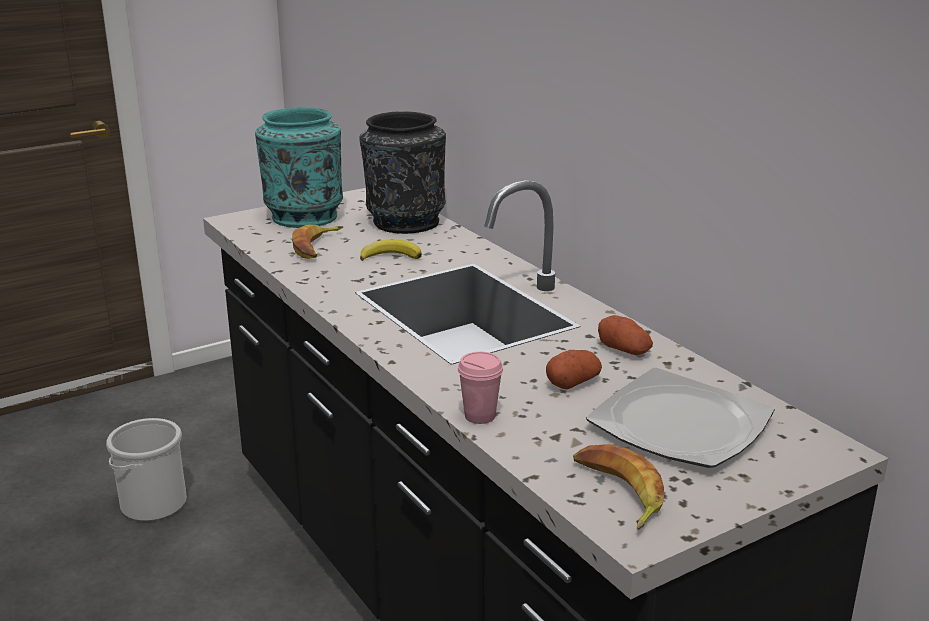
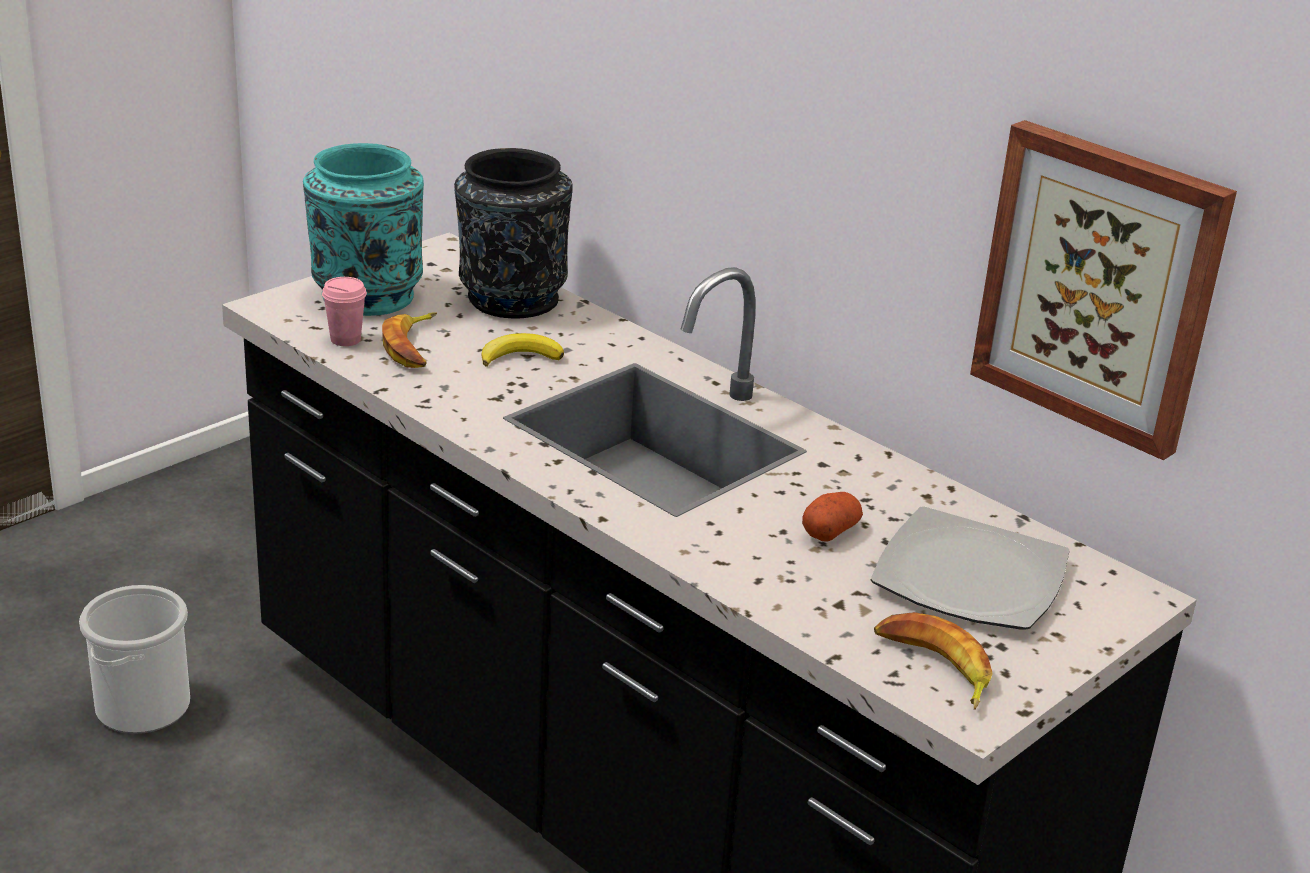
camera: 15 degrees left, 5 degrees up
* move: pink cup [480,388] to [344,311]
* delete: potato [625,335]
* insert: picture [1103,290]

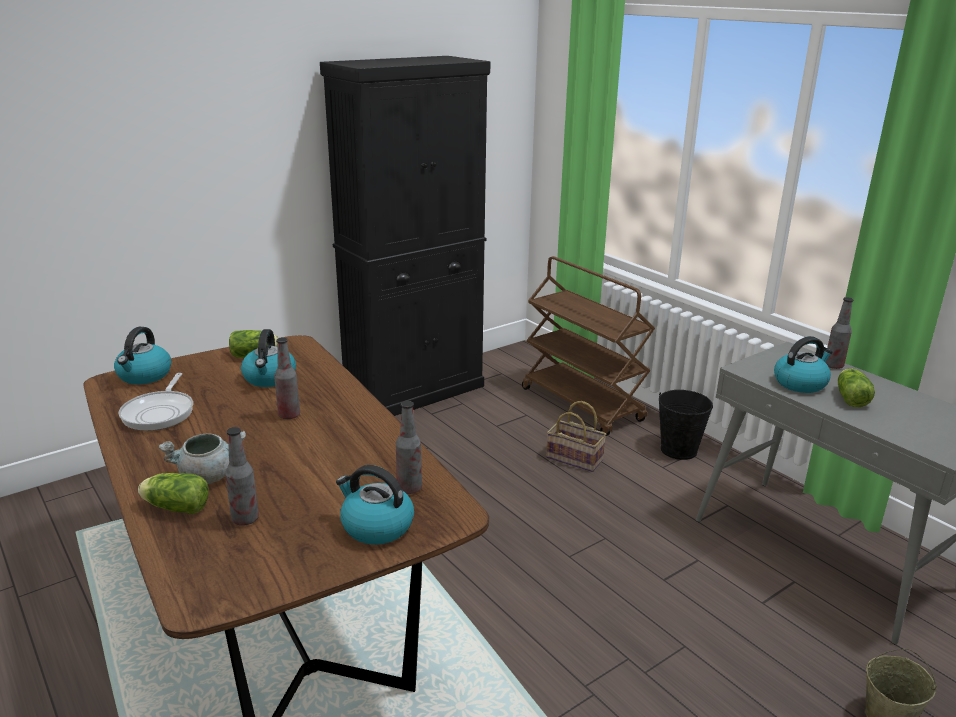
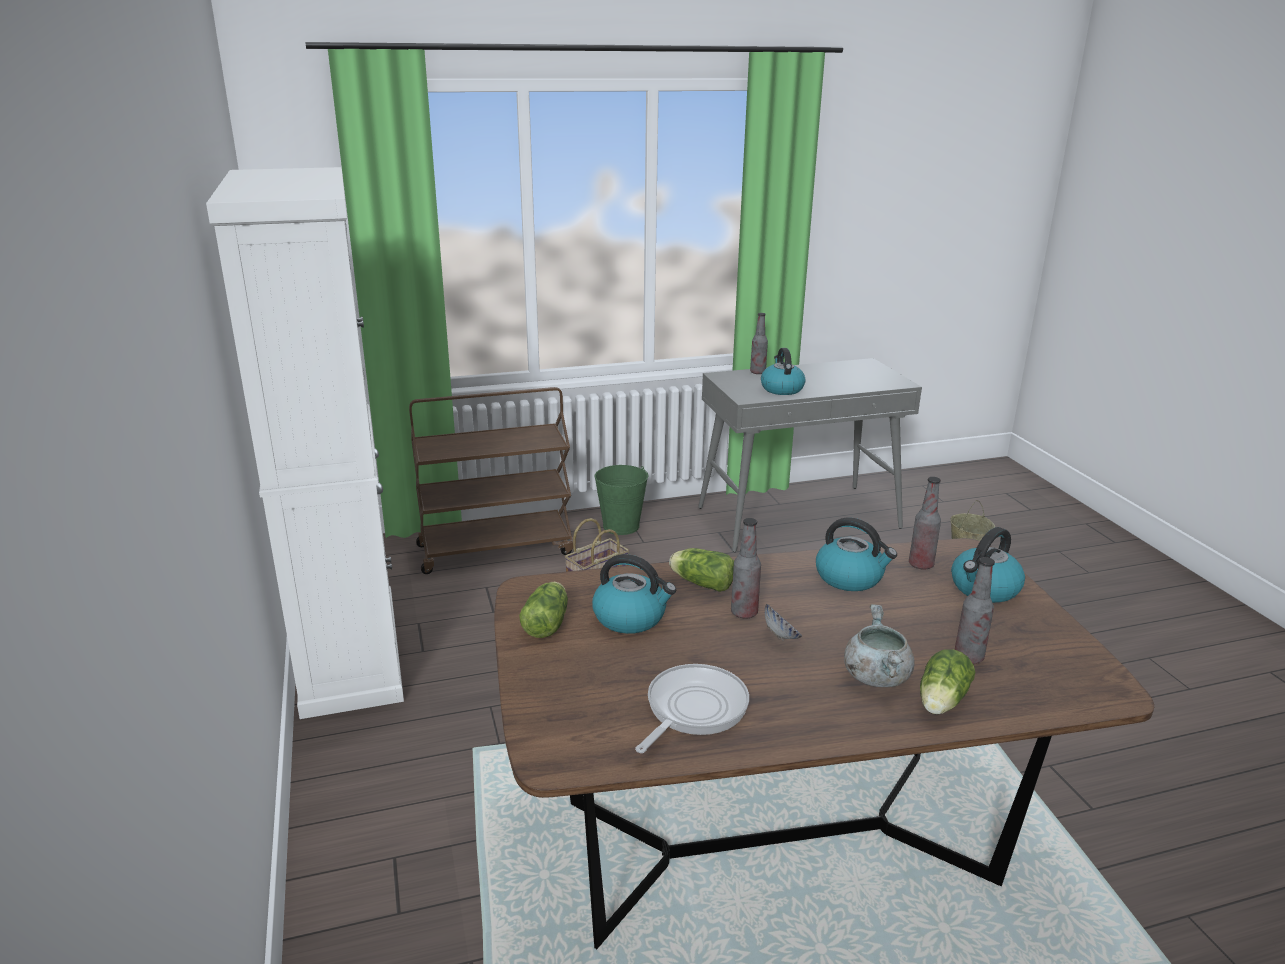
camera: 70 degrees left, 0 degrees up
* move: kettle [142,355] to [856,554]
* rotate: frying pan [156,402] = [692,708] 75 degrees counterclockwise
* recolor: black cabinet [405,236] to white cabinet [305,443]
* recolor: black bucket [686,425] to green bucket [621,500]
* move: lettuce [856,388] to [701,570]
* insert: bowl [783,621]

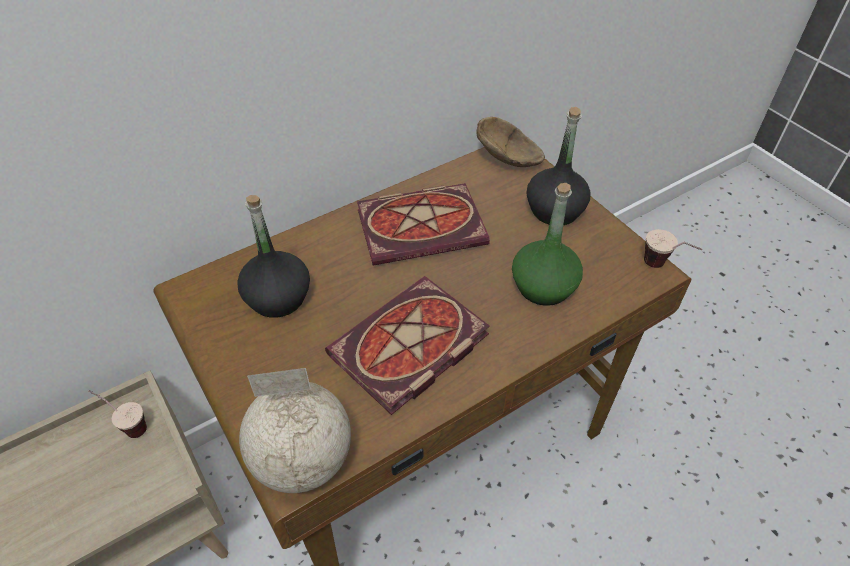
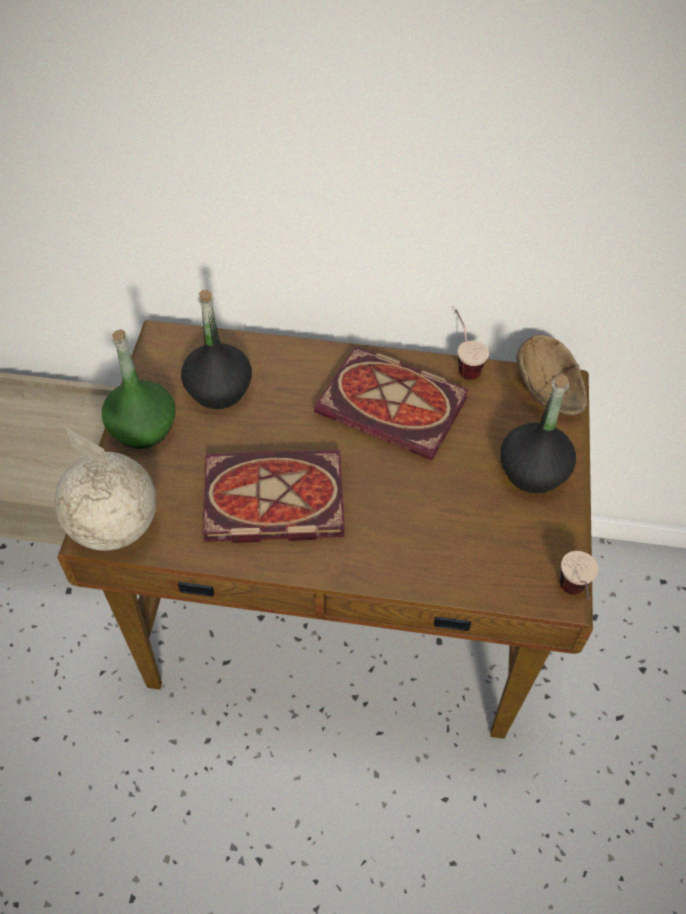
camera: 40 degrees right, 5 degrees up
* move: cup [117,414] to [472,344]
* move: green bottle [547,244] to [138,389]

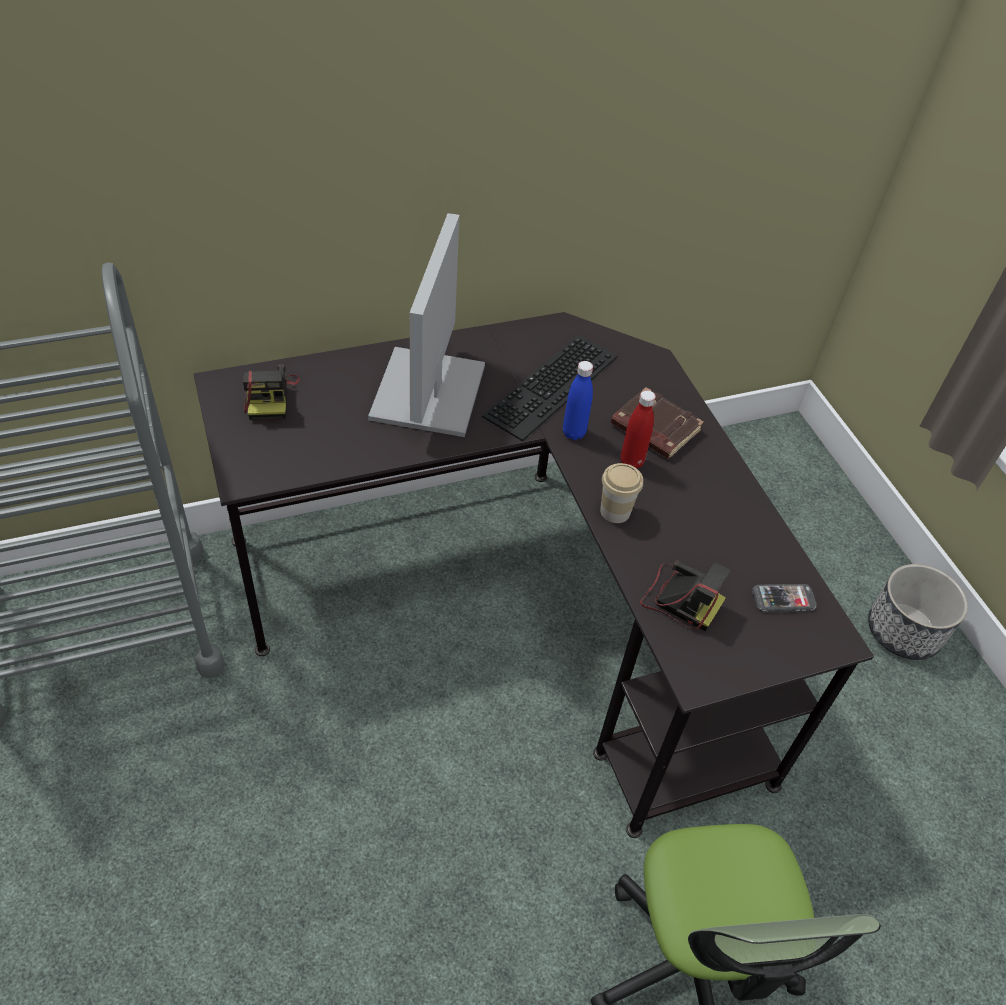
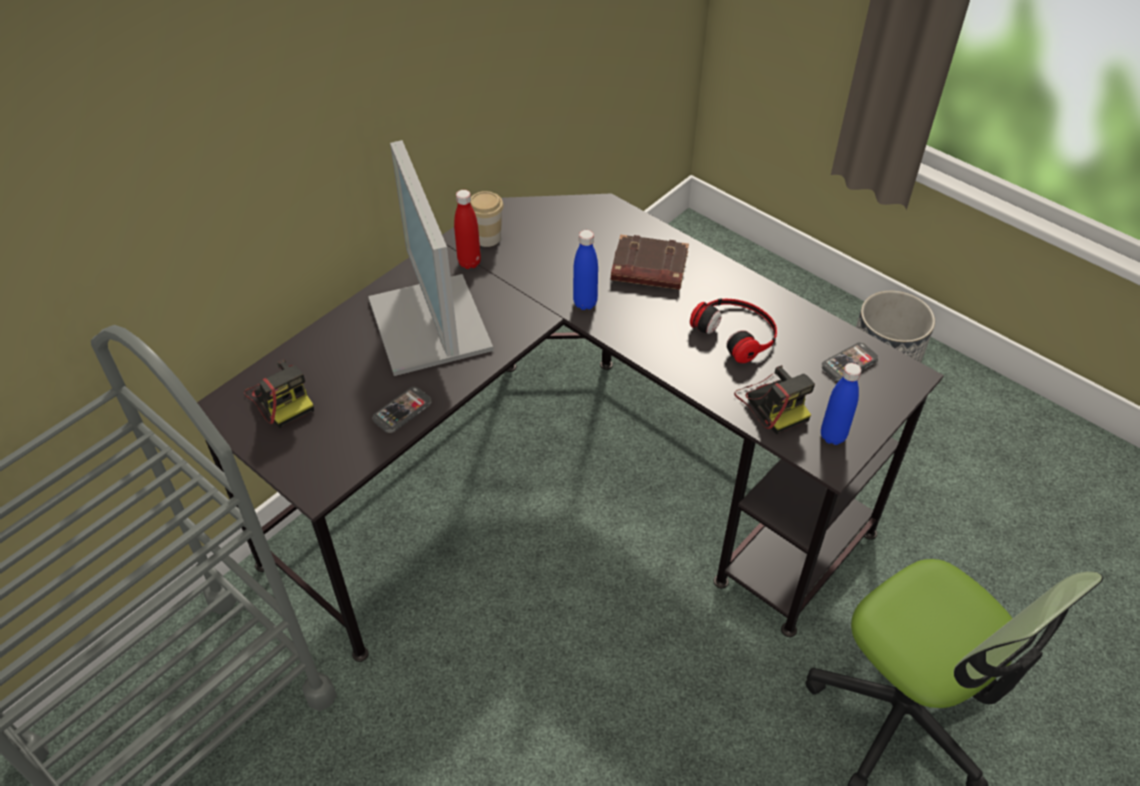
camera: 25 degrees left, 0 degrees up
* delete: keyboard [550,388]
* move: cup [621,493] to [487,219]
* move: red bottle [638,429] to [467,229]
* rotate: photo camera [685,595] = [774,400] 60 degrees clockwise
* insert: phone [402,410]
* insert: headphones [733,330]
* insert: blue bottle [841,404]

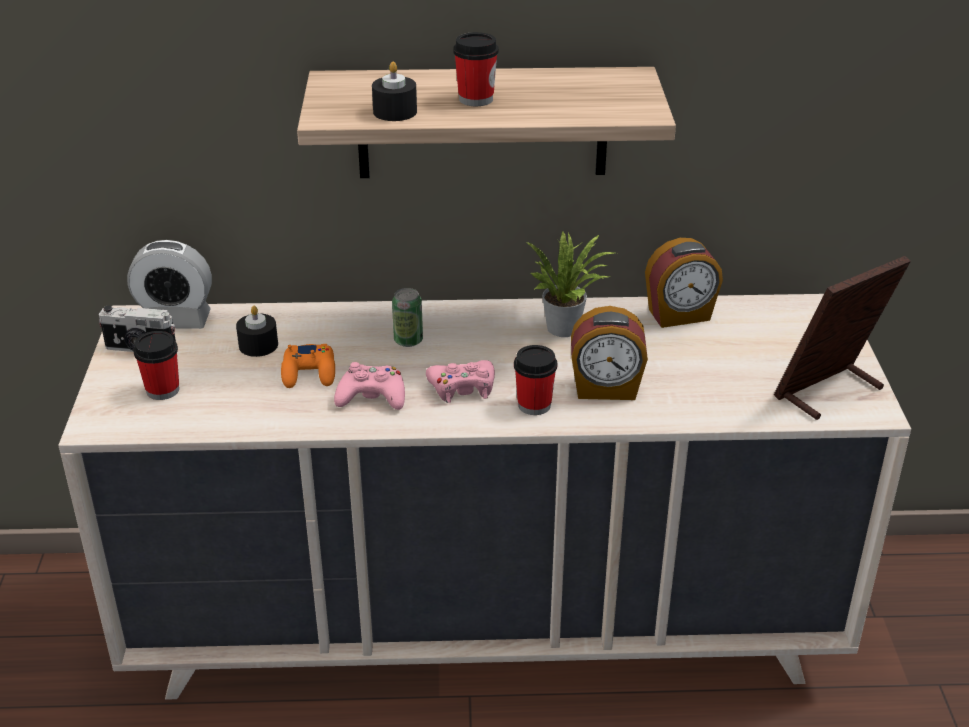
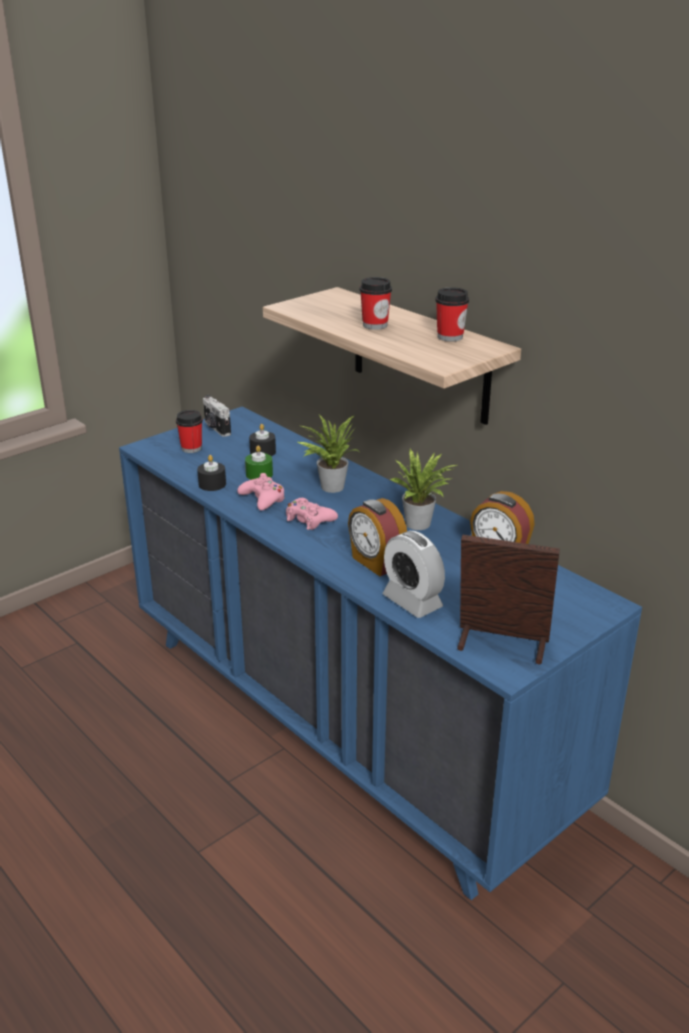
camera: 50 degrees right, 5 degrees down
* recolor: beige dresser [484,497] to blue dresser [380,653]
* move: alarm clock [169,284] to [414,574]
* replace: orange game controller [308,366] to green candle [259,462]
* move: black candle [394,91] to [211,473]
* replace: can [407,317] to potted plant [329,454]
* move: cup [535,380] to [452,314]

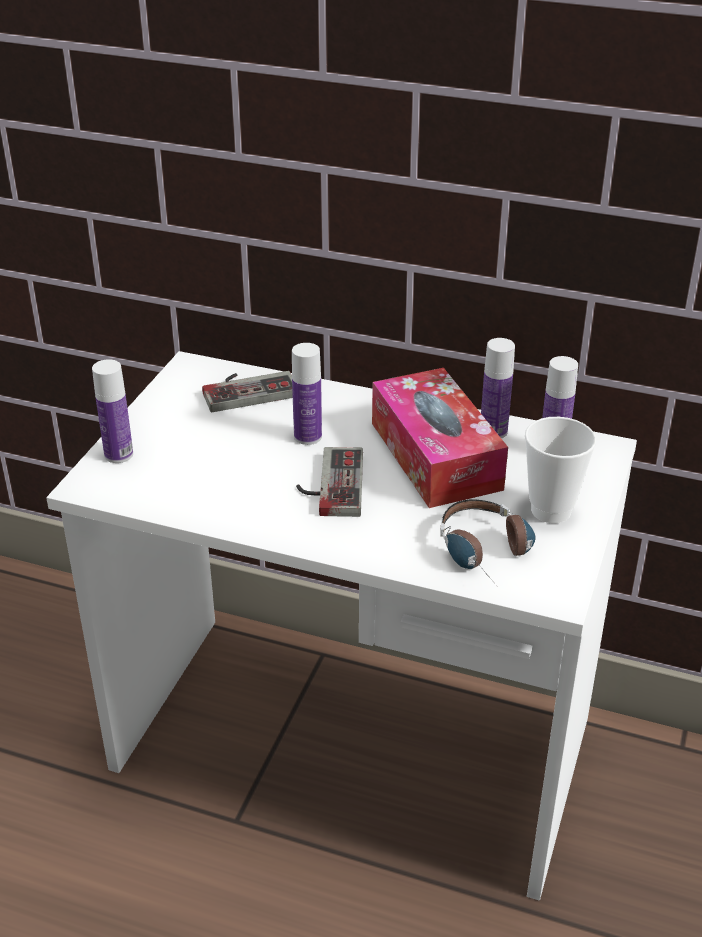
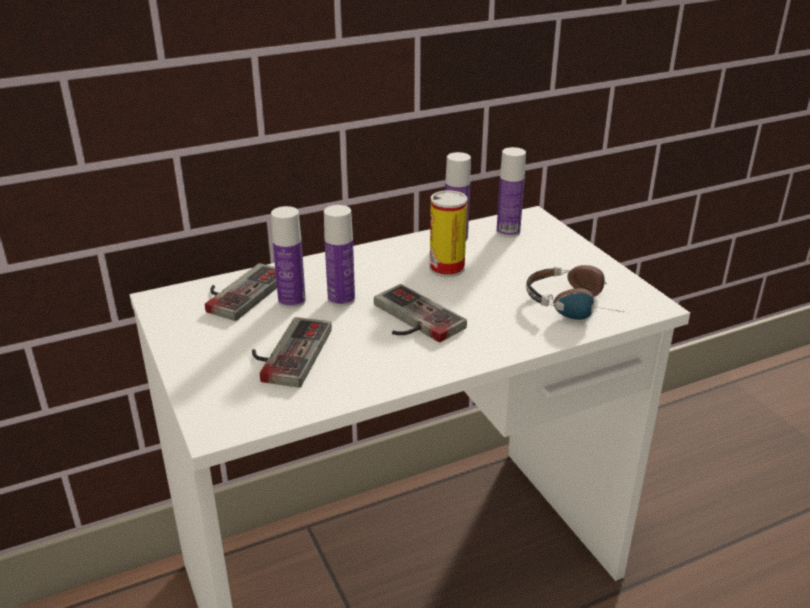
camera: 45 degrees left, 5 degrees down
* move: bottle [112,411] to [288,257]
* replace: tissue box [440,438] to can [448,233]
* delete: cup [560,470]
* insert: game controller [292,352]

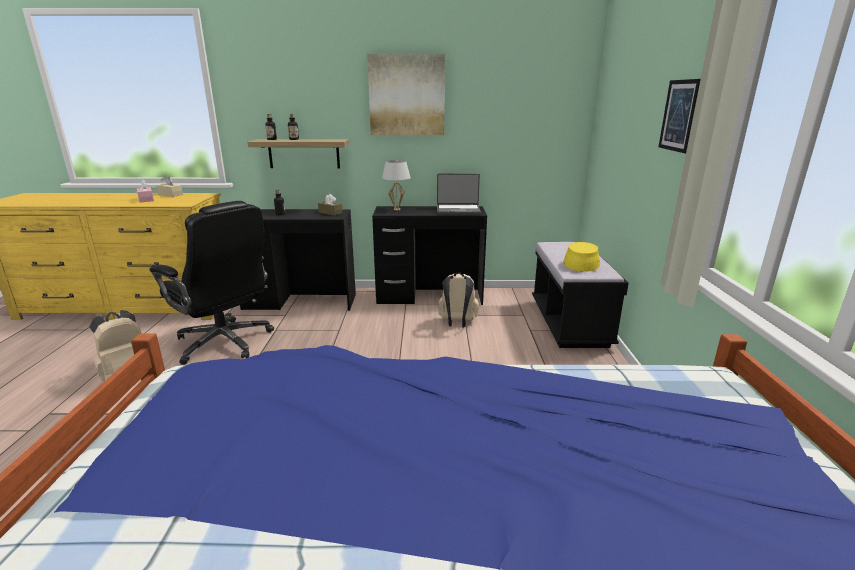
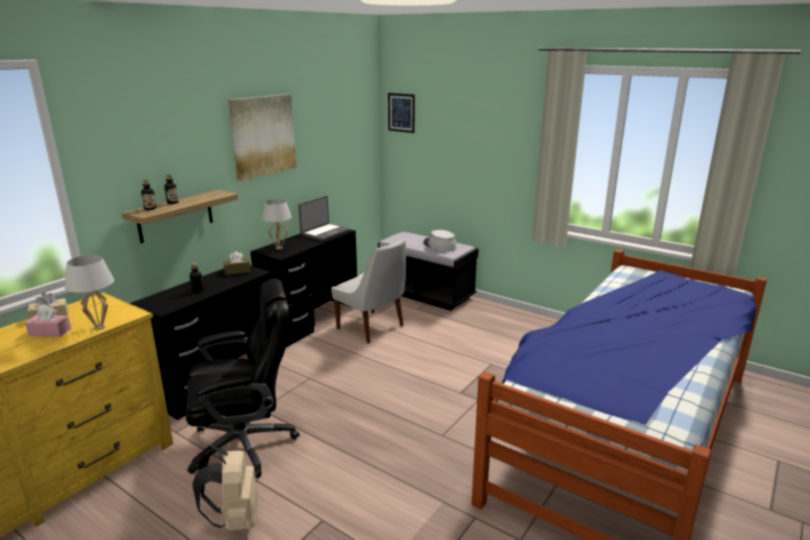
camera: 55 degrees left, 0 degrees up
* replace: beige backpack [458,300] to white chair [368,291]
* recolor: yellow hat [581,257] to grey hat [440,241]
* move: picture [679,116] to [401,113]
* insert: white table lamp [89,292]

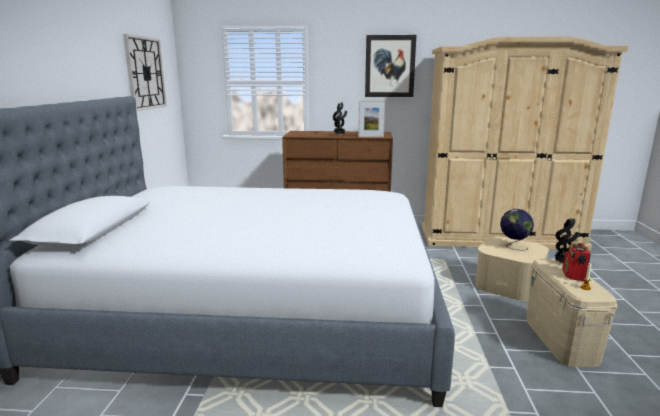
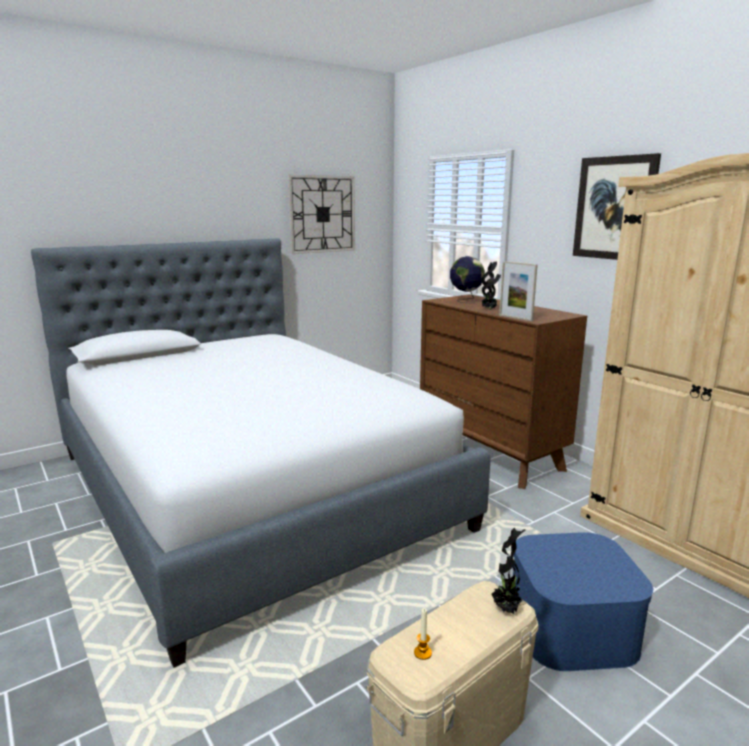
camera: 50 degrees right, 0 degrees up
* recolor: beige storage box [512,268] to blue storage box [583,601]
* move: globe [517,230] to [467,279]
* delete: radio [576,262]

